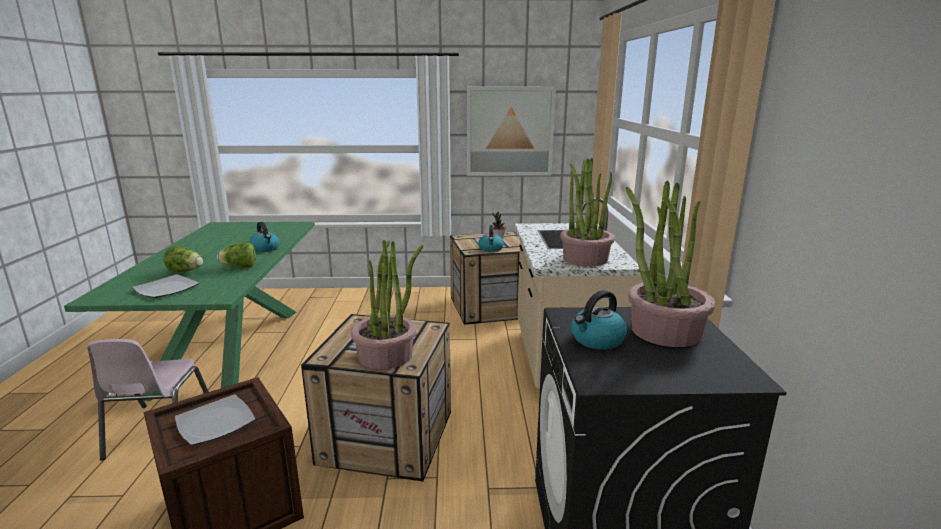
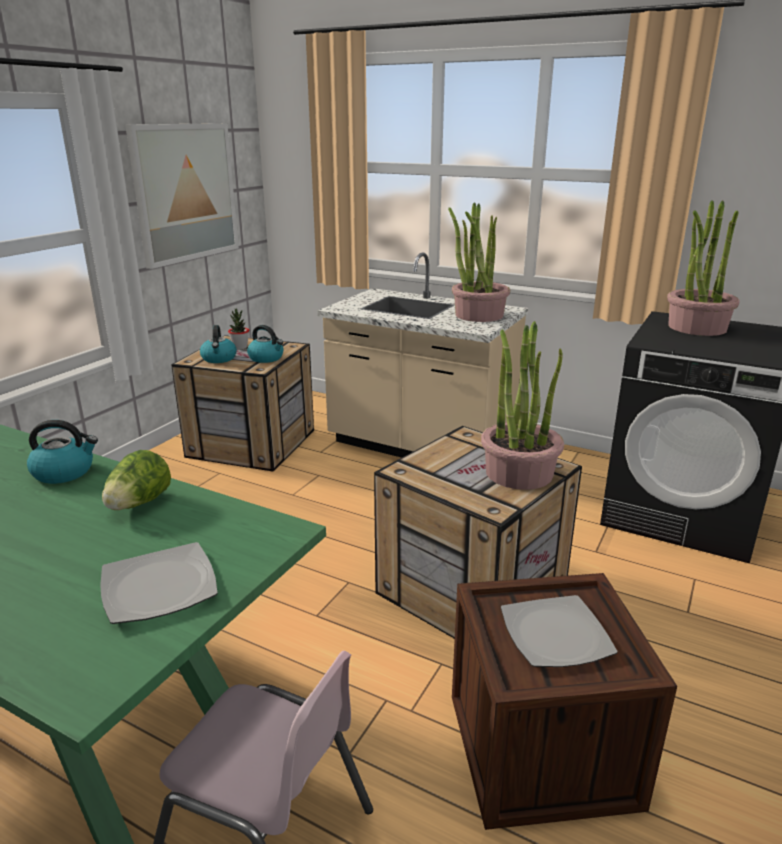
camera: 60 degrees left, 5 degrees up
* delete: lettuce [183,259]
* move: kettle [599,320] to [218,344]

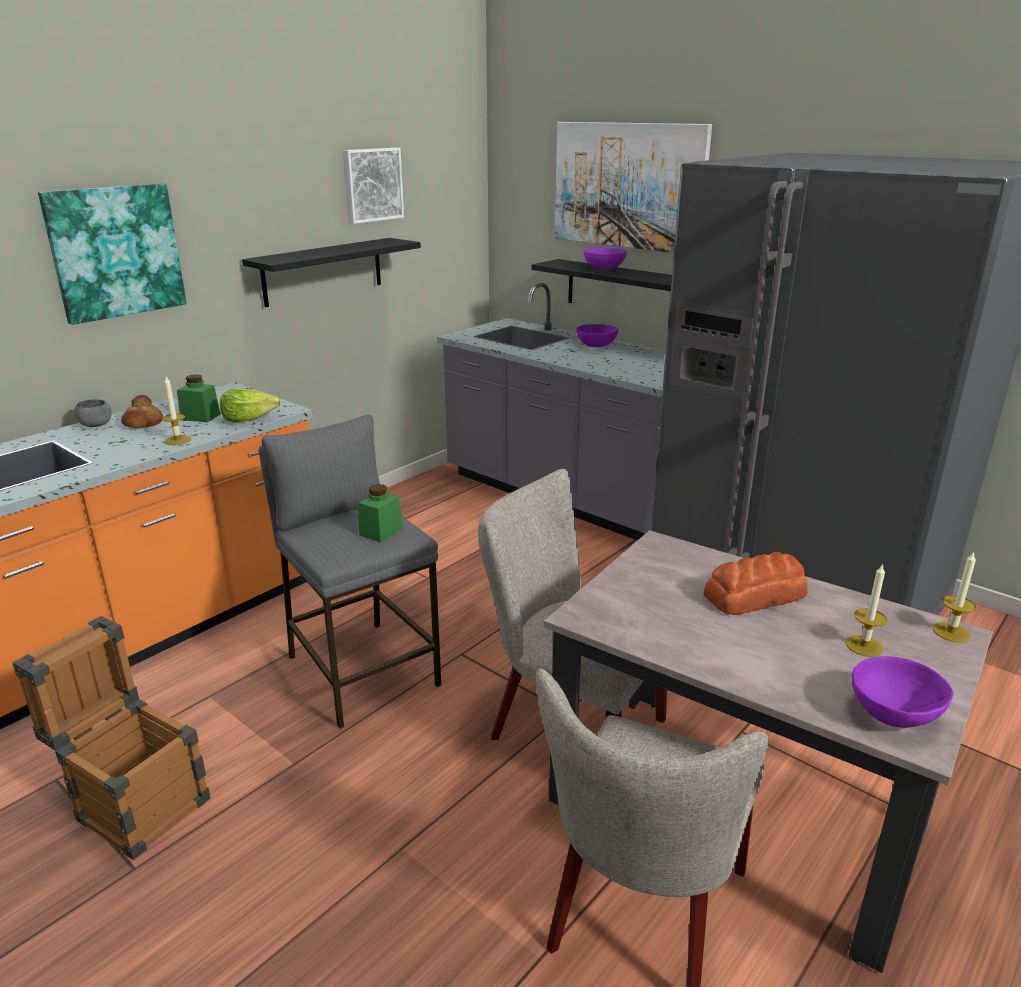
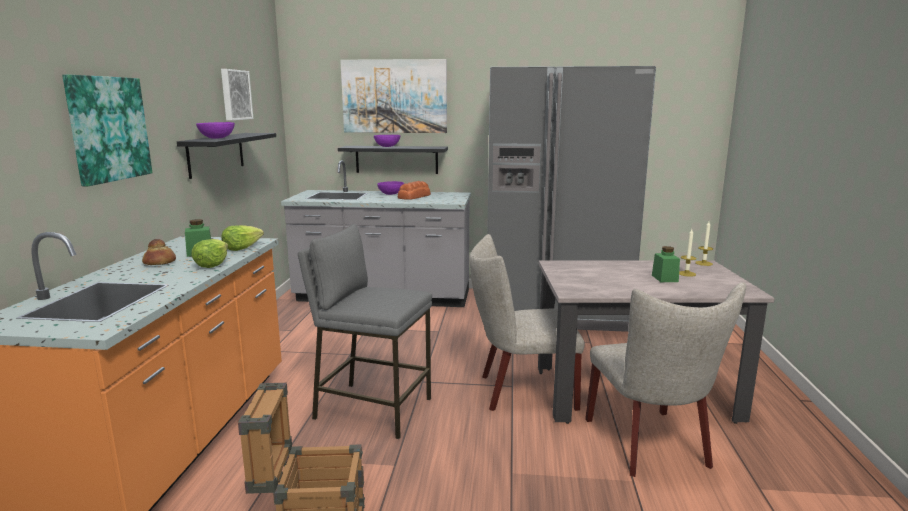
camera: 35 degrees left, 10 degrees down
* delete: grey bowl [92,413]
* replace: candle [176,410] to lettuce [209,253]
* move: green jar [380,513] to [666,264]
* move: bread [756,583] to [414,190]
* move: purple bowl [903,692] to [215,130]

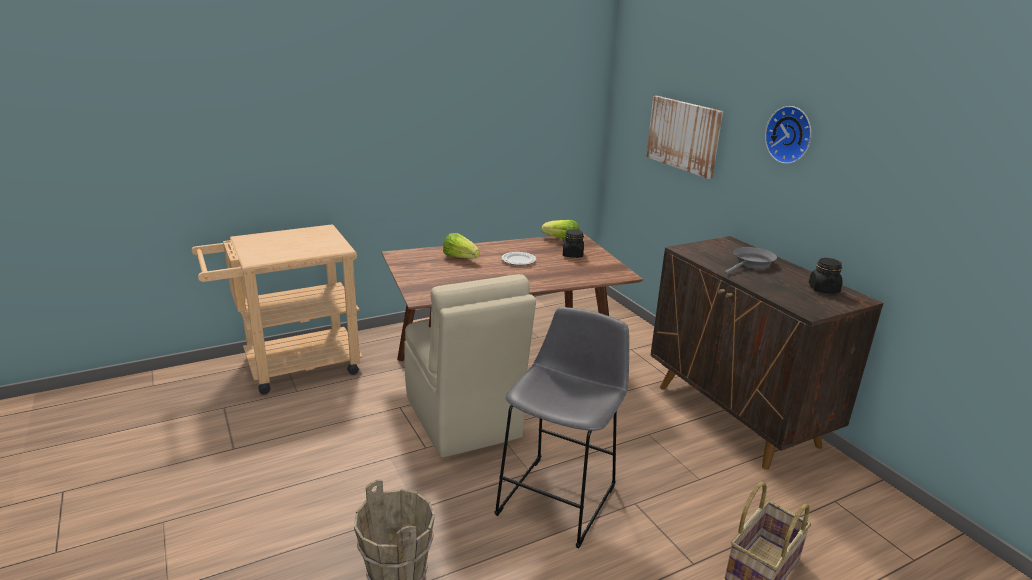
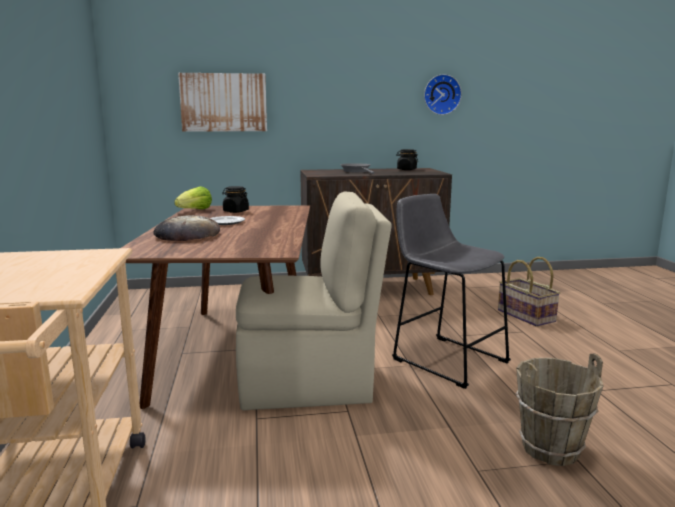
camera: 70 degrees left, 10 degrees down
* replace: lettuce [461,246] to bread [186,228]
* move: wall clock [788,135] to [443,94]

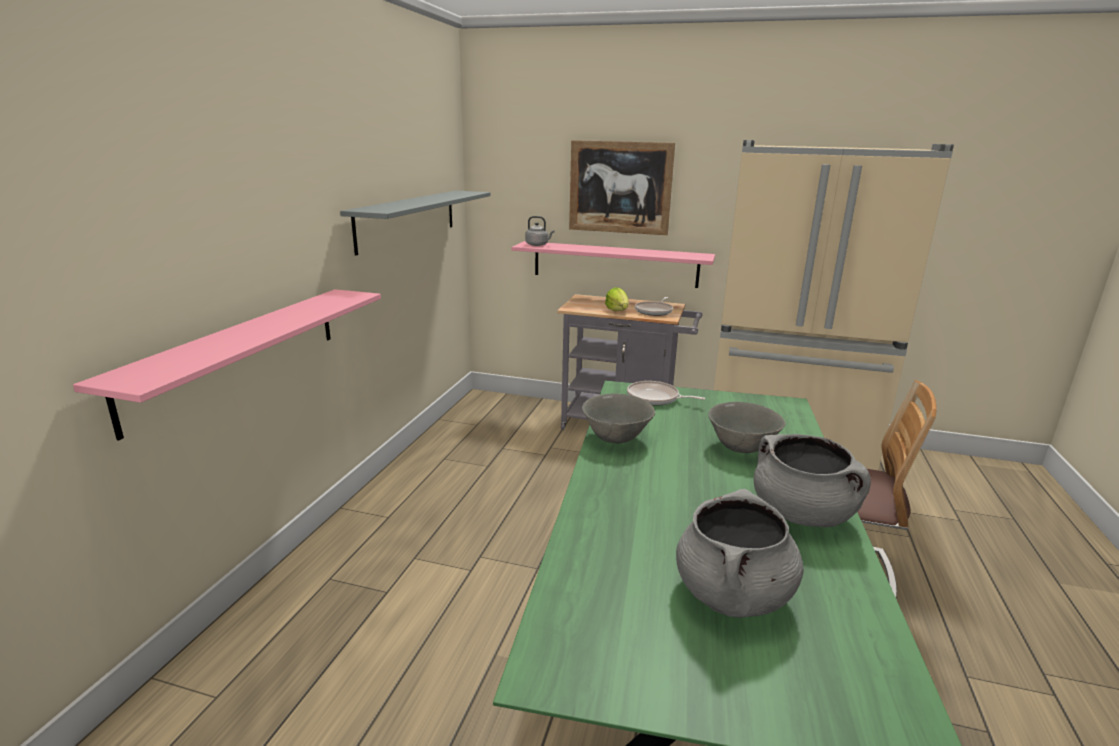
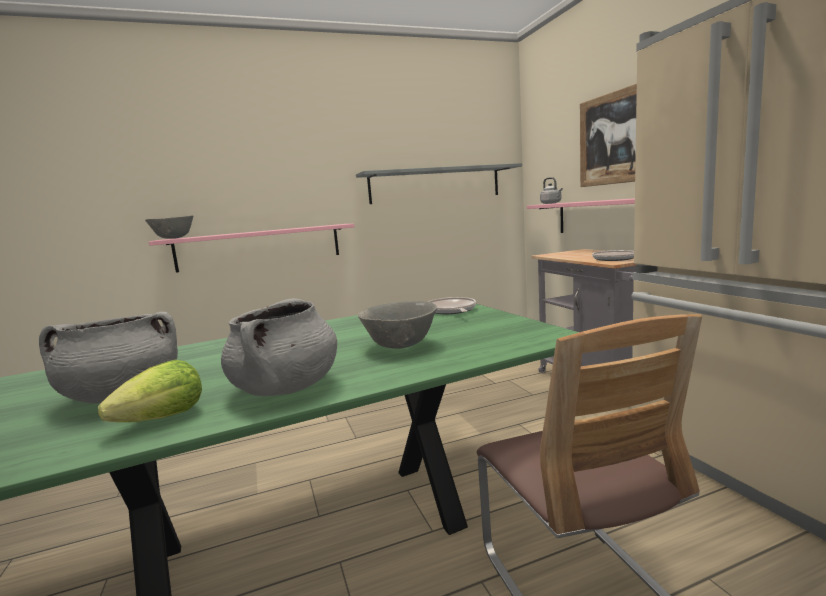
camera: 55 degrees right, 10 degrees down
* move: grey bowl [618,418] to [169,227]
* move: lettuce [617,299] to [150,391]

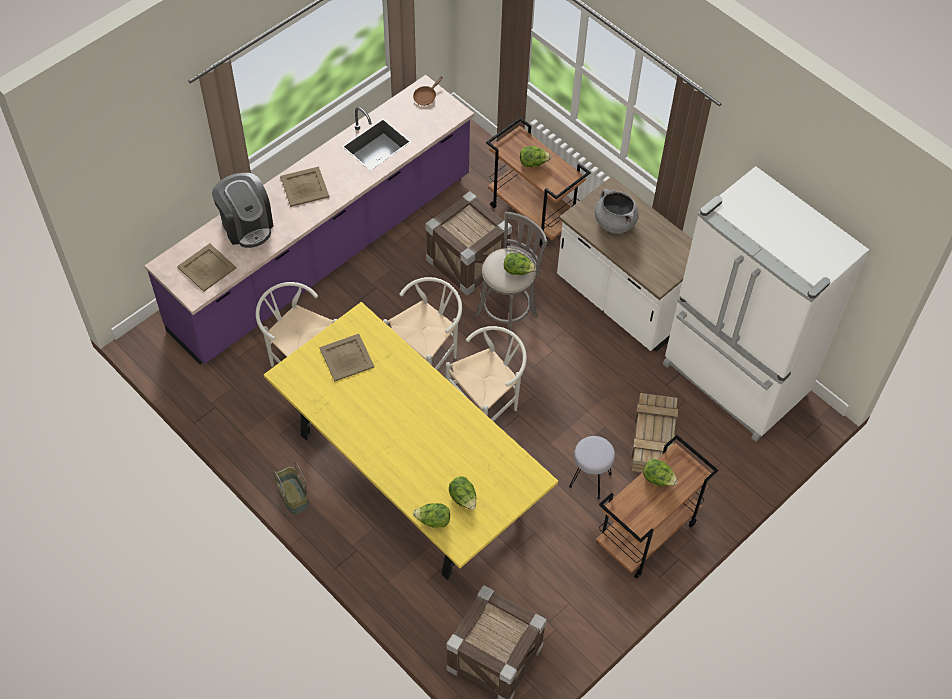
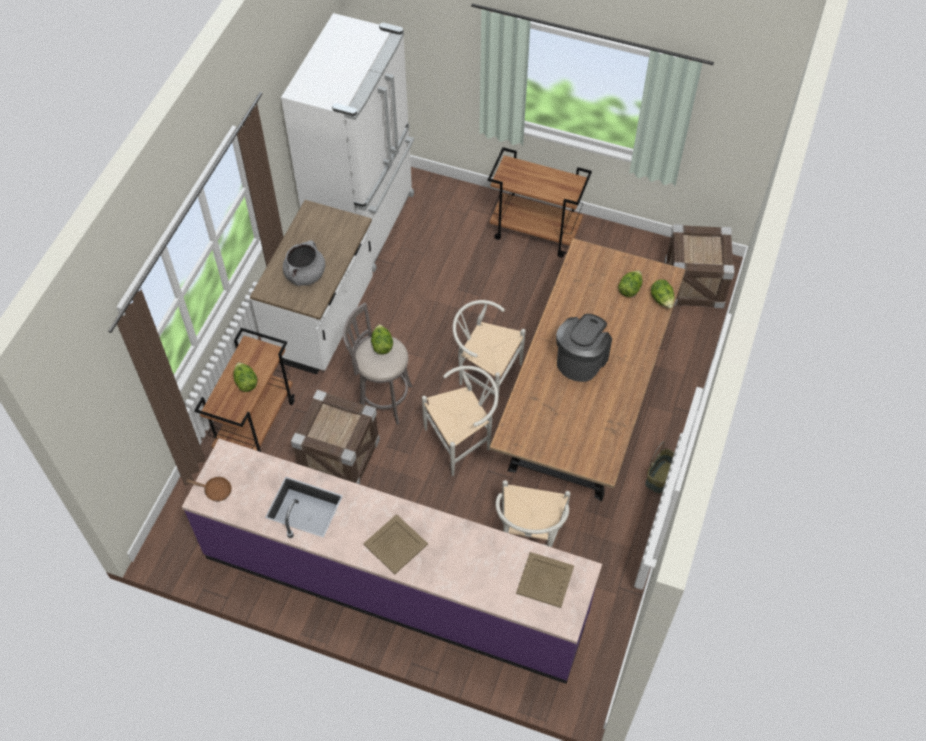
camera: 115 degrees left, 0 degrees up
* move: coffee machine [243,210] to [584,348]
* recolor: yellow dining table [411,441] to brown dining table [587,369]
* delete: beige tray [346,358]
* rotate: white chair [422,323] = [460,421] 135 degrees clockwise
* delete: grey stool [592,467]
* delete: crate [654,432]
* delete: lettuce [660,472]

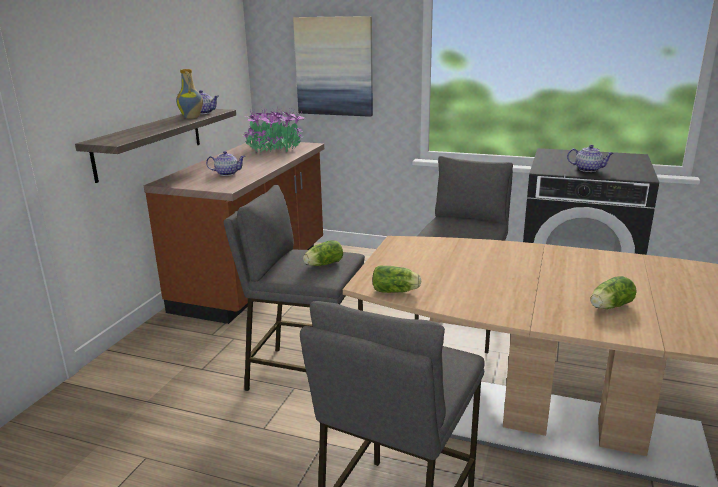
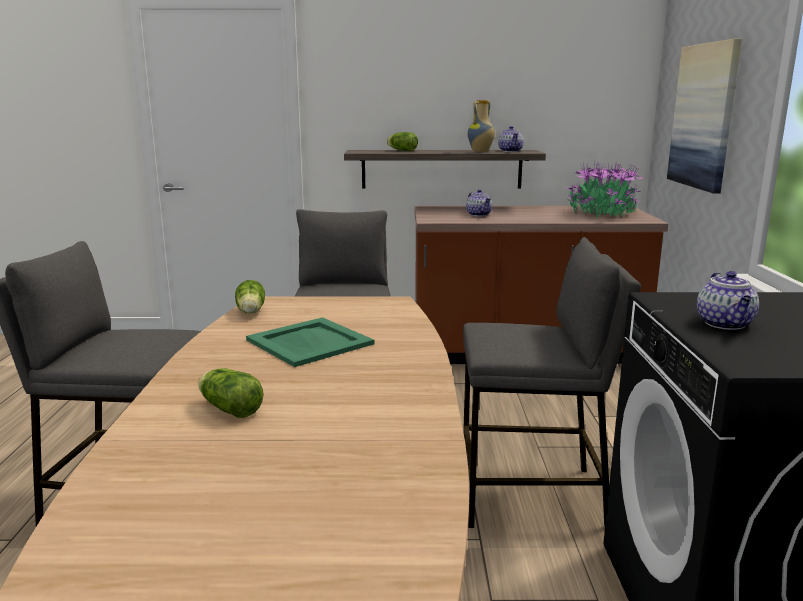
camera: 70 degrees right, 5 degrees down
* move: lettuce [323,253] to [402,141]
* insert: green tray [310,342]

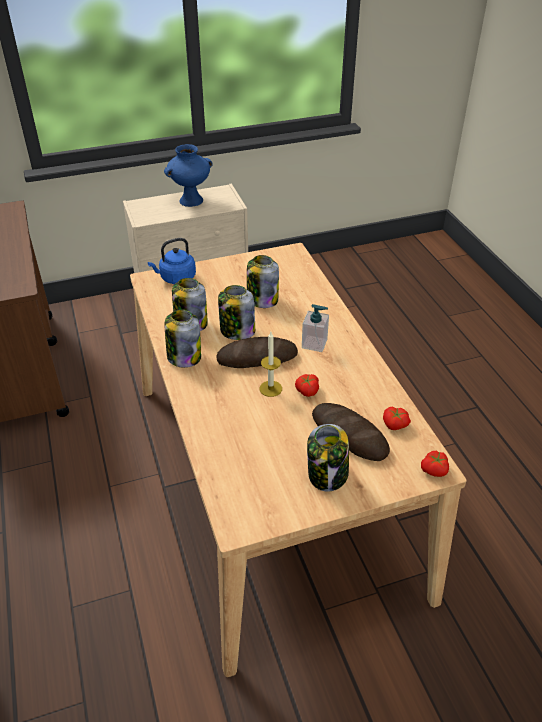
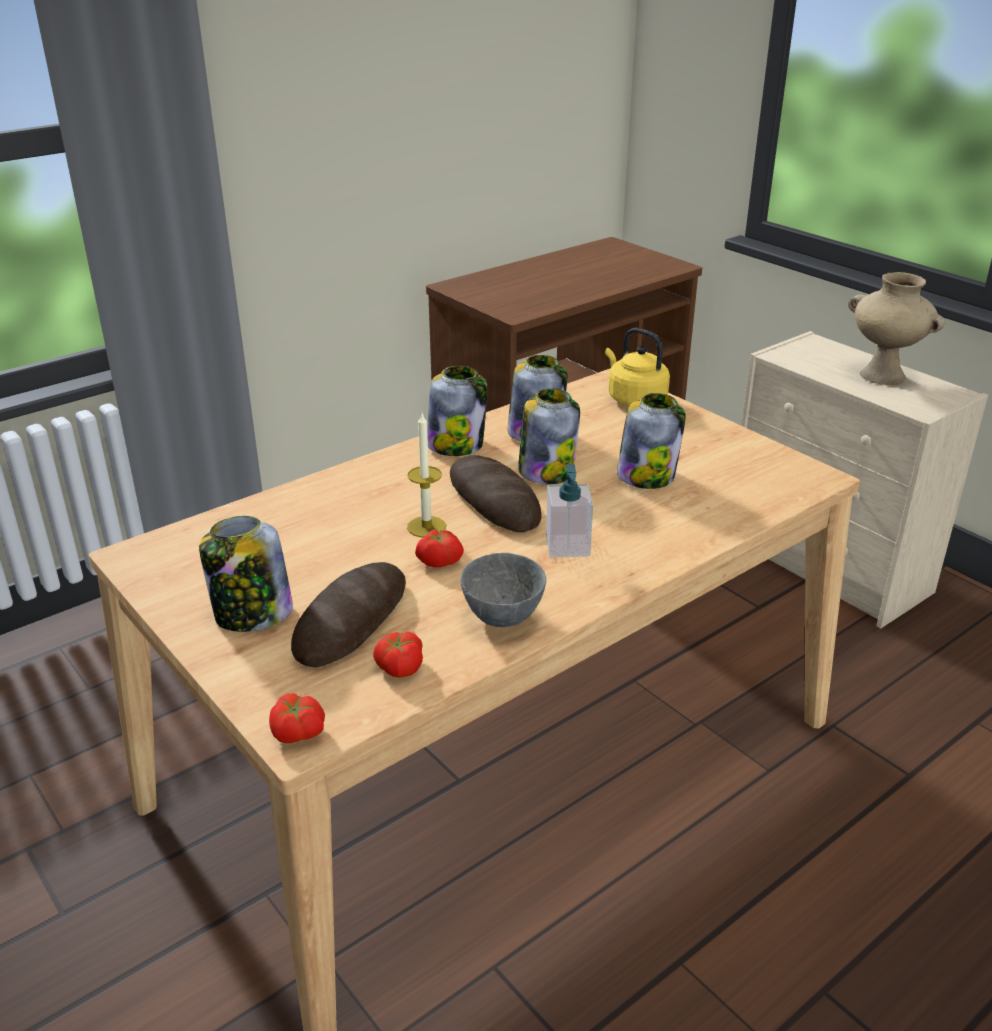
camera: 70 degrees right, 10 degrees down
* recolor: blue kettle [172,261] to yellow kettle [637,367]
* recolor: blue vase [188,175] to beige vase [896,328]
* insert: grey bowl [503,590]

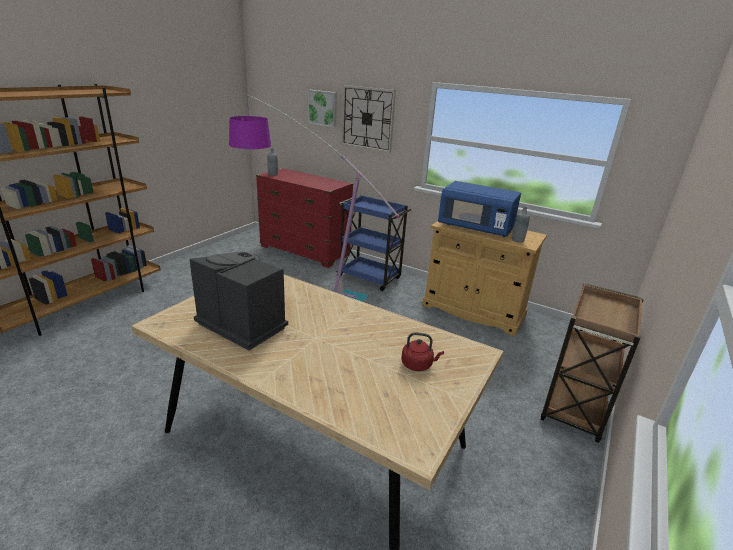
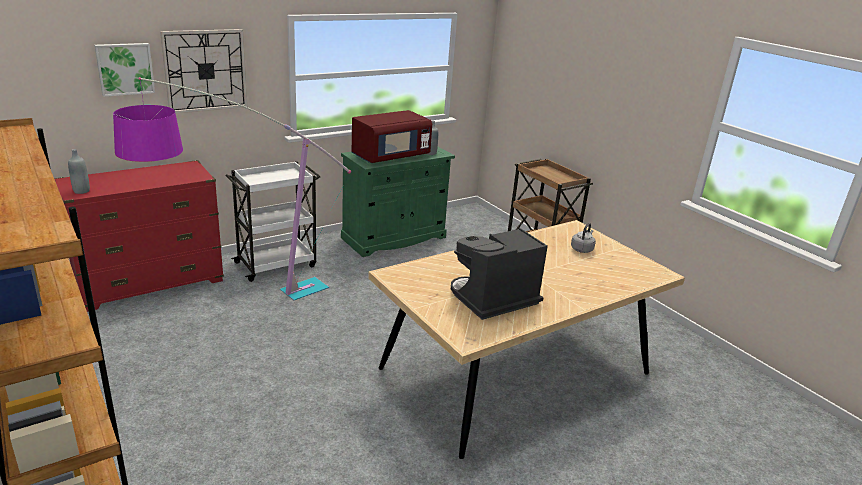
camera: 65 degrees left, 0 degrees up
* recolor: blue cart [373,243] to white cart [273,221]
* recolor: red kettle [422,351] to grey kettle [583,238]
* recolor: beige cabinet [484,278] to green cabinet [398,202]
* recolor: blue microwave [479,209] to red microwave [392,136]

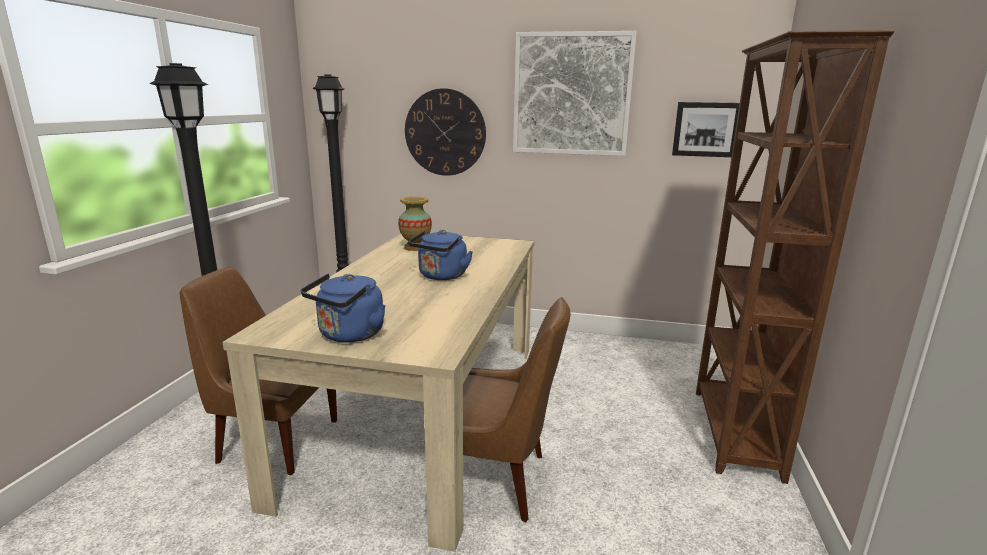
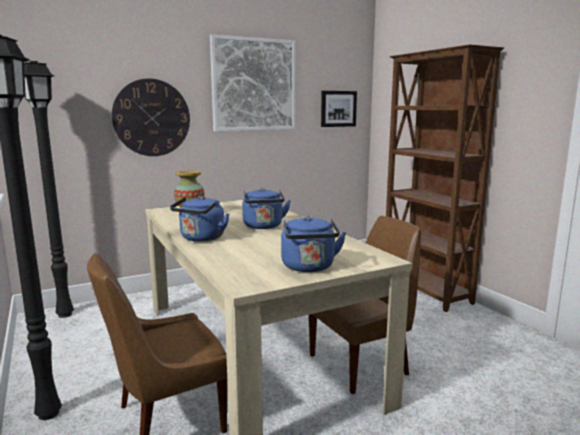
camera: 40 degrees left, 5 degrees down
* insert: blue kettle [199,219]

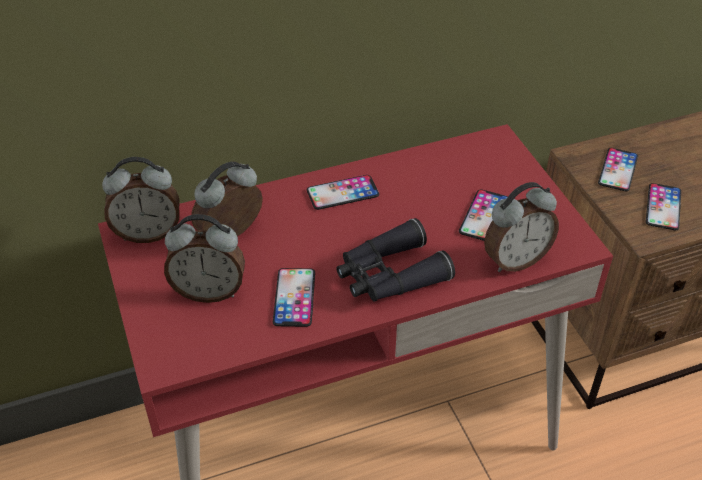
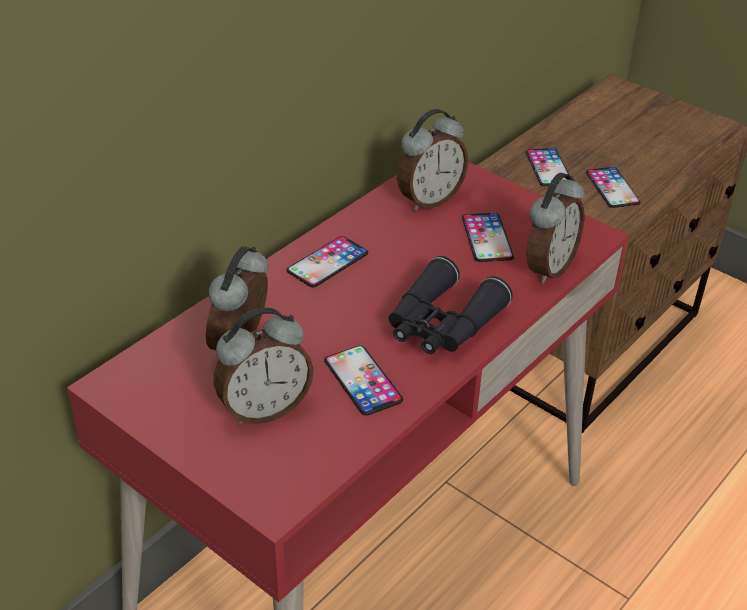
camera: 30 degrees left, 5 degrees down
* move: alarm clock [141,200] to [433,160]

